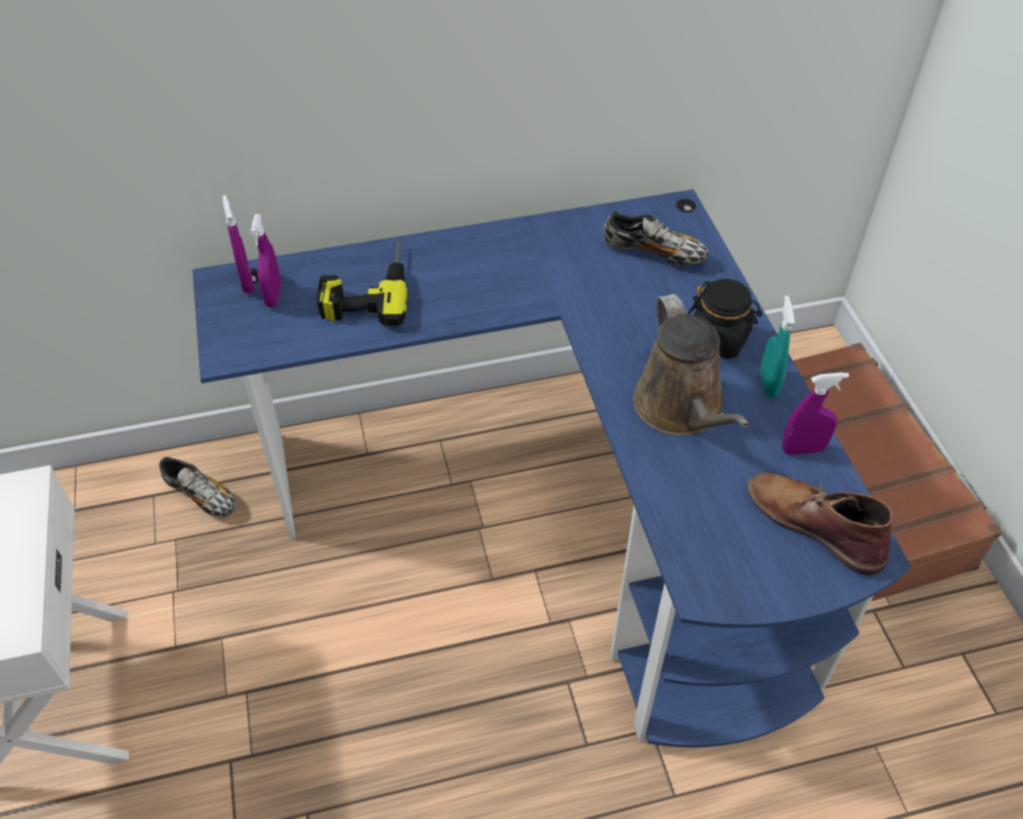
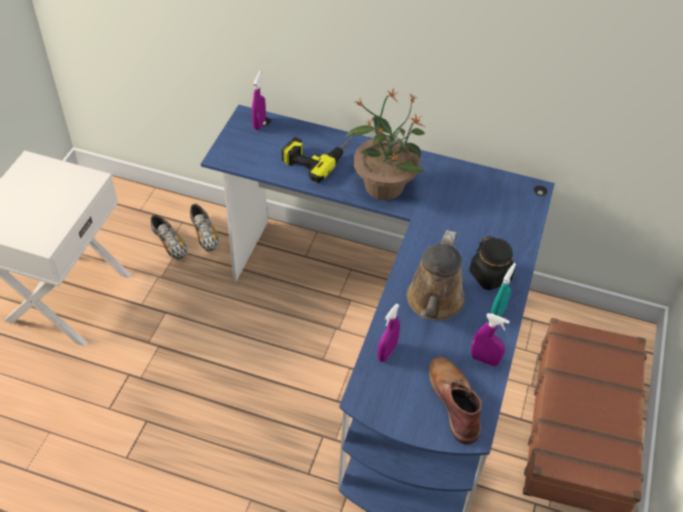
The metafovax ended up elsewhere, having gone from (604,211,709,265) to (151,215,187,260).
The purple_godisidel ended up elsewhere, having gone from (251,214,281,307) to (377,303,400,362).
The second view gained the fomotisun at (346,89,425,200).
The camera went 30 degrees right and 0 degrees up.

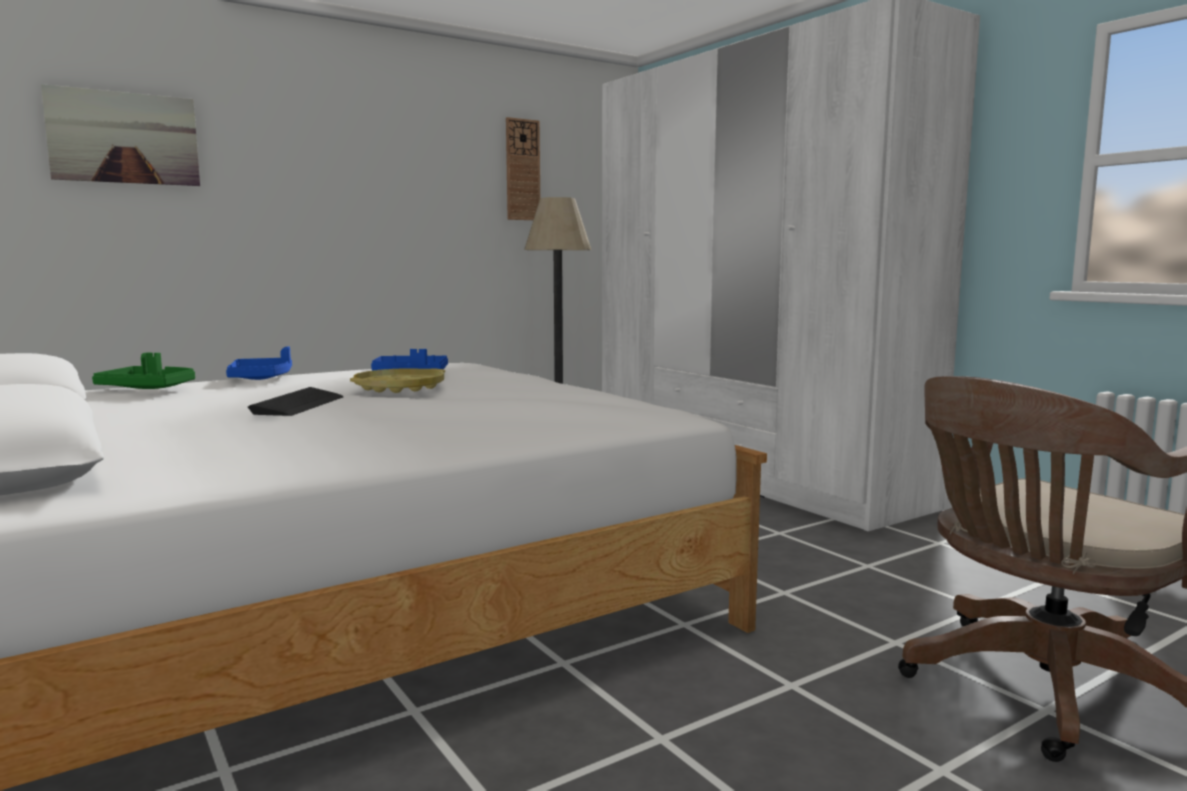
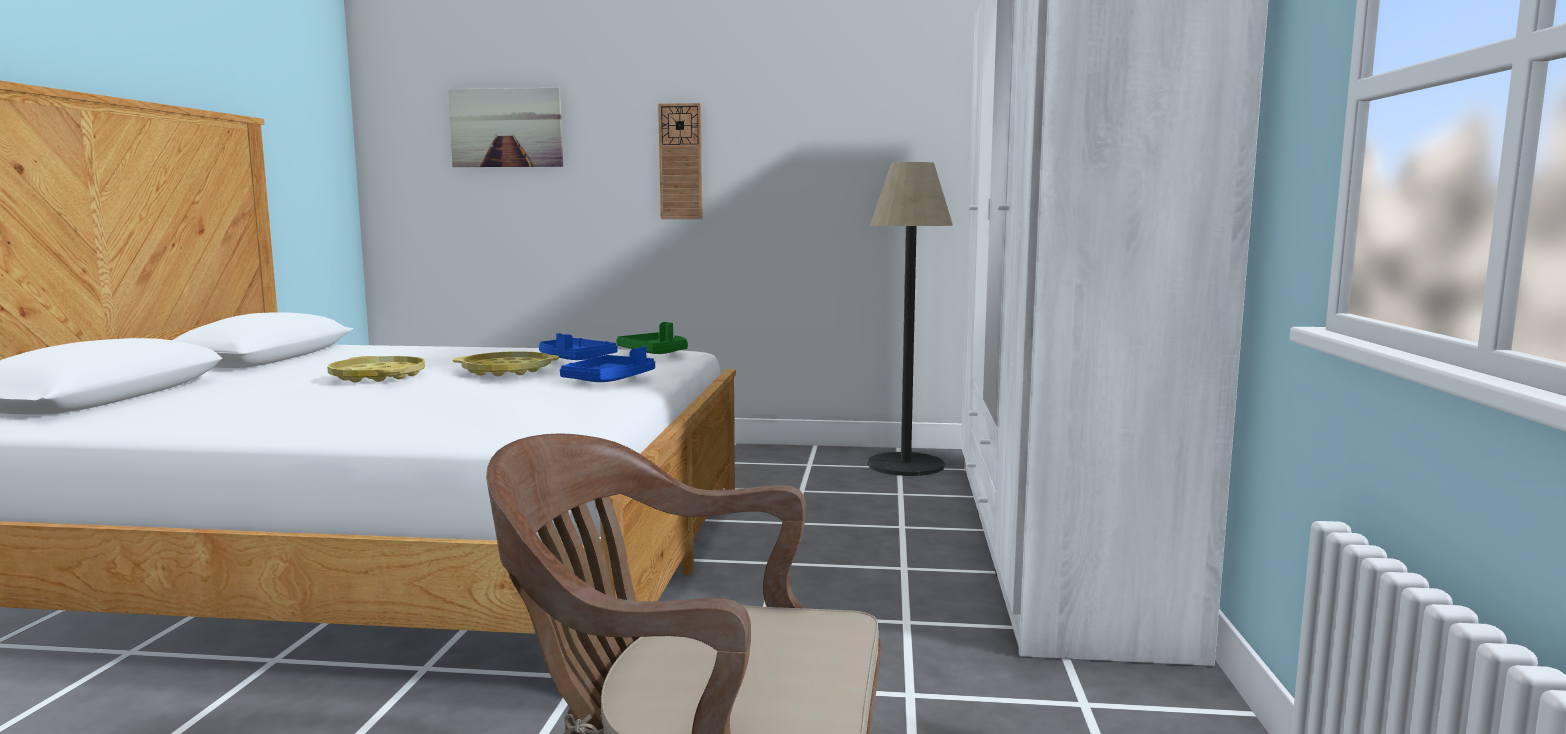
The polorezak ended up elsewhere, having gone from (506,117,540,220) to (658,103,703,219).
The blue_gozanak ended up elsewhere, having gone from (226,347,292,380) to (560,346,655,382).
The green_gozanak ended up elsewhere, having gone from (92,353,195,389) to (616,322,688,354).
Where the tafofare stood at (248,387,344,416), the yellow_gozanak came to stand at (327,356,425,383).
The camera went 40 degrees right and 0 degrees up.

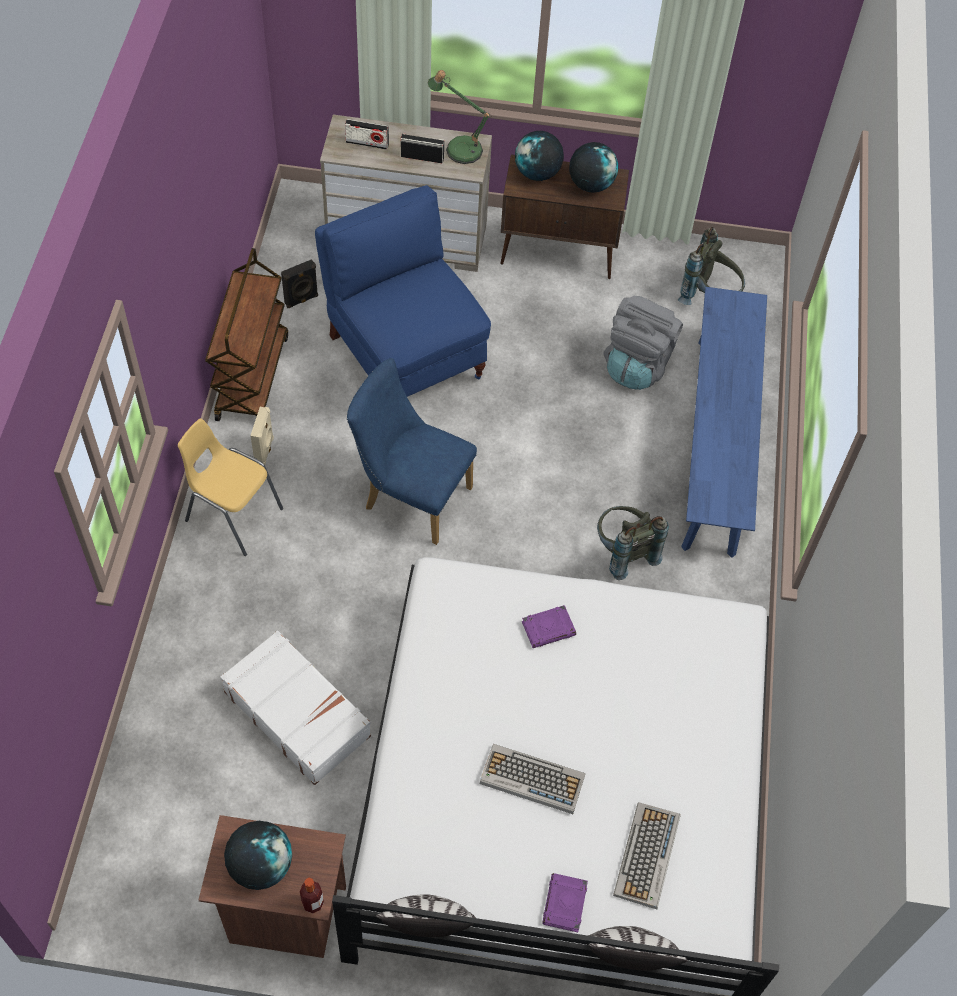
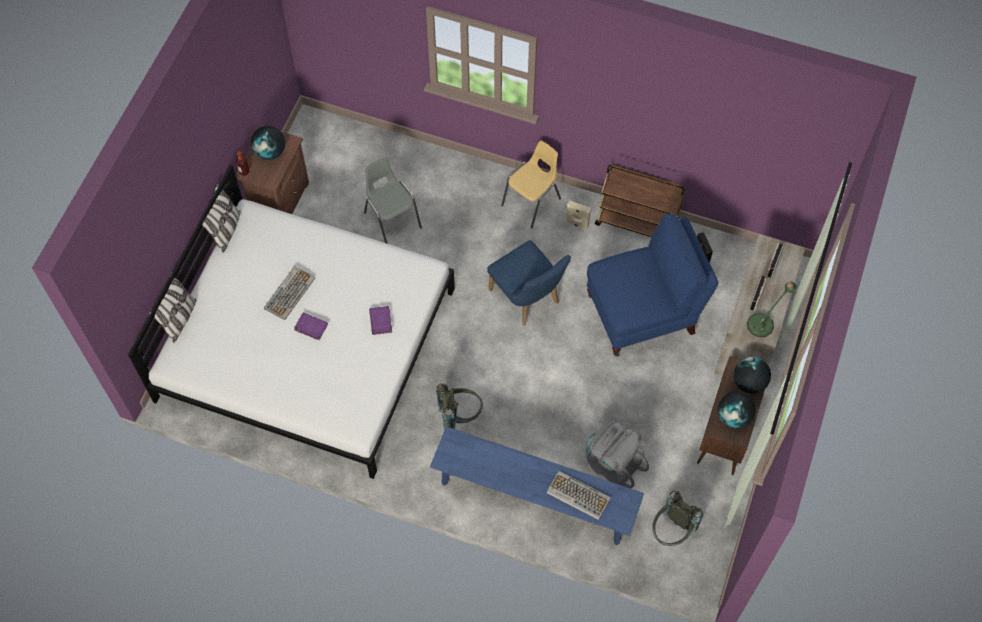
The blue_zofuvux at (347,358,477,545) ended up facing another way, 105 degrees clockwise from before.
Where the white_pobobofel stood at (220,630,371,785), the grey_zofuvux came to stand at (364,158,422,244).
The tafofare ended up elsewhere, having gone from (613,802,681,909) to (547,471,611,520).
The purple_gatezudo ended up elsewhere, having gone from (542,873,588,932) to (294,313,328,340).
The camera went 105 degrees right and 5 degrees up.

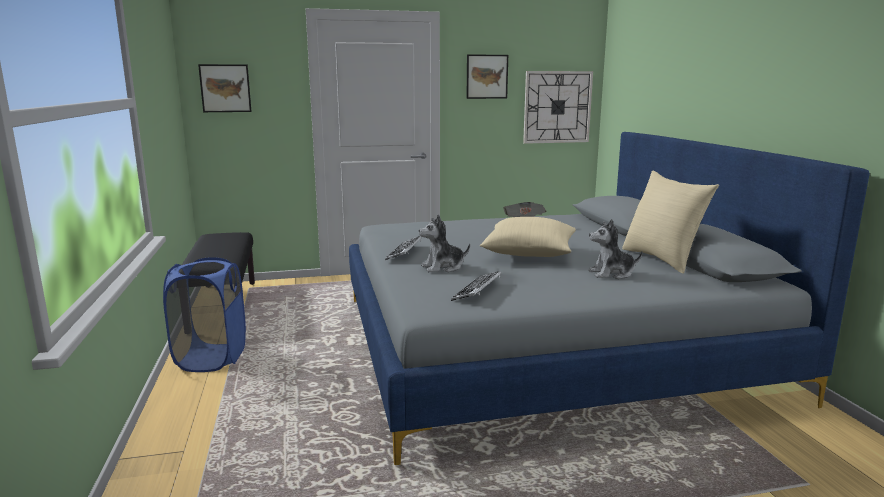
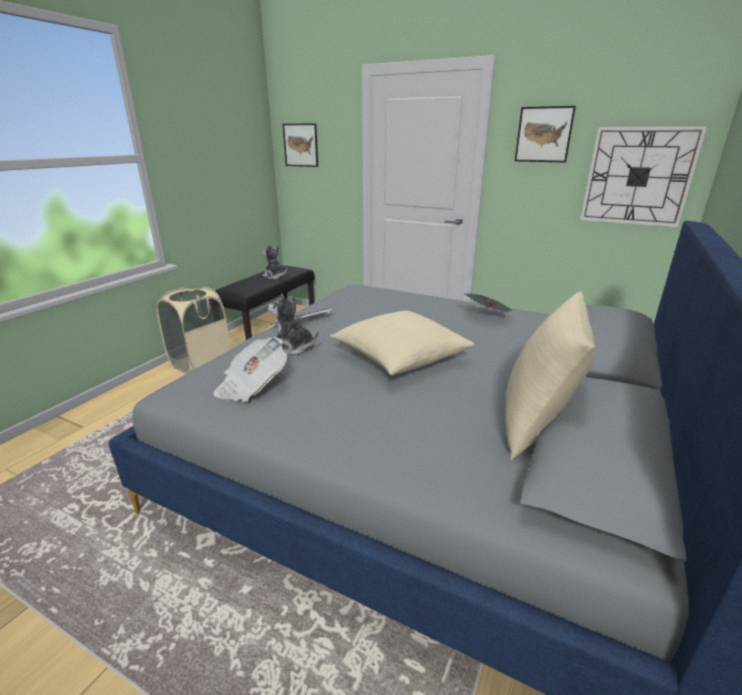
The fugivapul ended up elsewhere, having gone from (589,219,642,279) to (262,244,287,279).
What was the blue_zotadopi at (163,257,246,372) turned into the beige_zotadopi at (157,287,230,374).
Where the tafofare stood at (451,271,501,301), the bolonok came to stand at (214,337,287,402).
The camera went 40 degrees right and 10 degrees up.

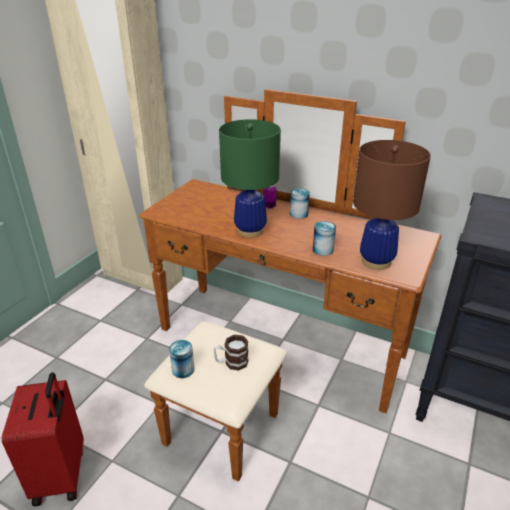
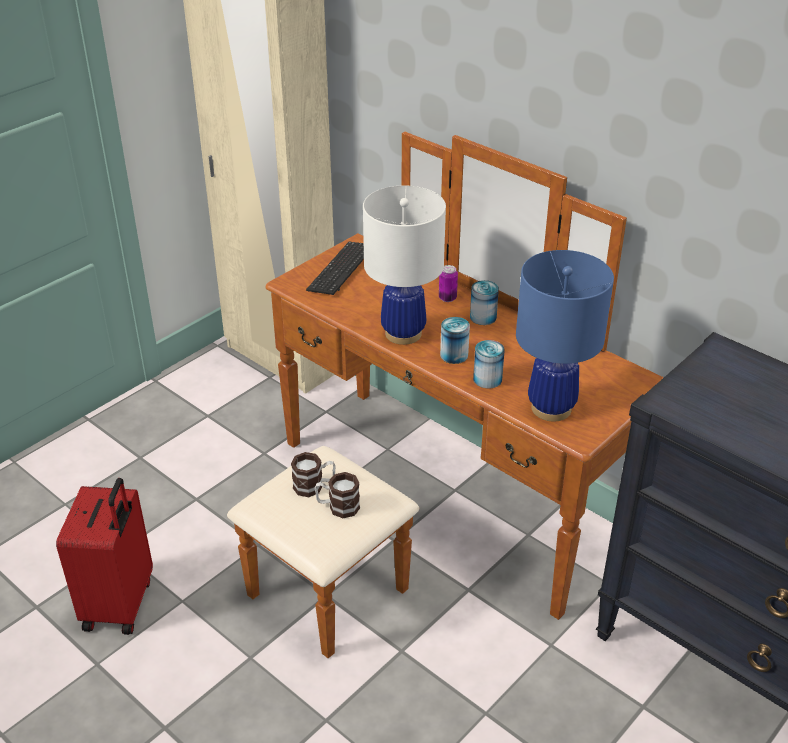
What was the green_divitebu at (219,119,281,238) turned into the white_divitebu at (363,185,446,345).
What was the brown_divitebu at (353,140,431,270) turned into the blue_divitebu at (516,250,614,421).
The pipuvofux ended up elsewhere, having gone from (169,340,195,378) to (440,317,470,364).
The second view gained the tafofare at (306,241,364,295).
The second view gained the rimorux at (291,452,336,497).
The camera went 15 degrees right and 5 degrees up.

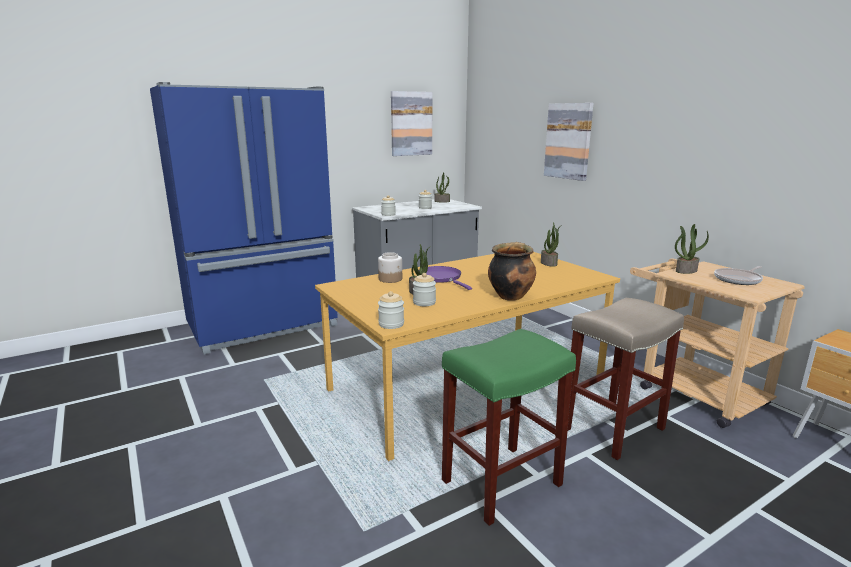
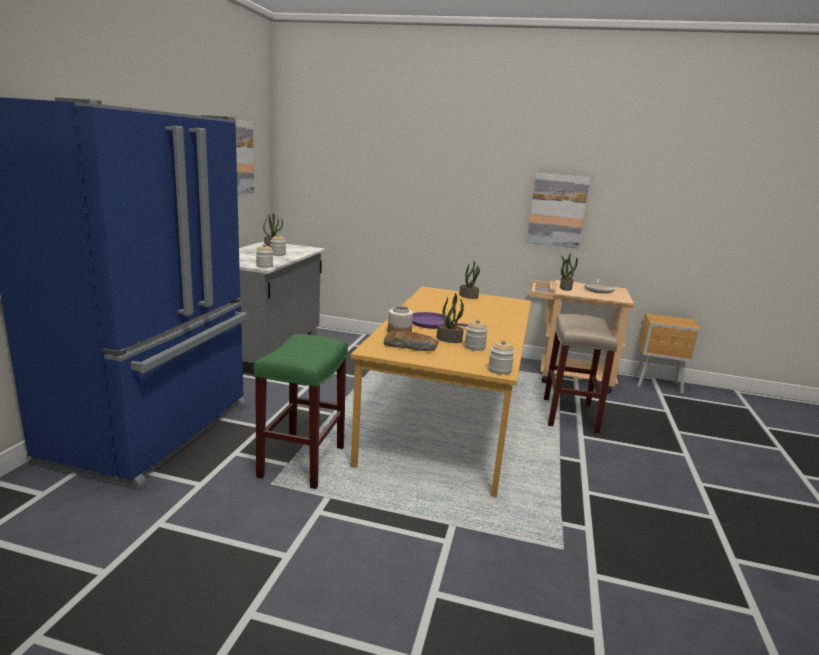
The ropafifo ended up elsewhere, having gone from (544,103,594,181) to (526,173,590,248).
The second view lost the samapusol at (488,242,536,300).
The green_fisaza ended up elsewhere, having gone from (442,329,576,526) to (253,334,348,489).
The second view gained the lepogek at (384,331,439,351).
The camera went 45 degrees left and 0 degrees up.

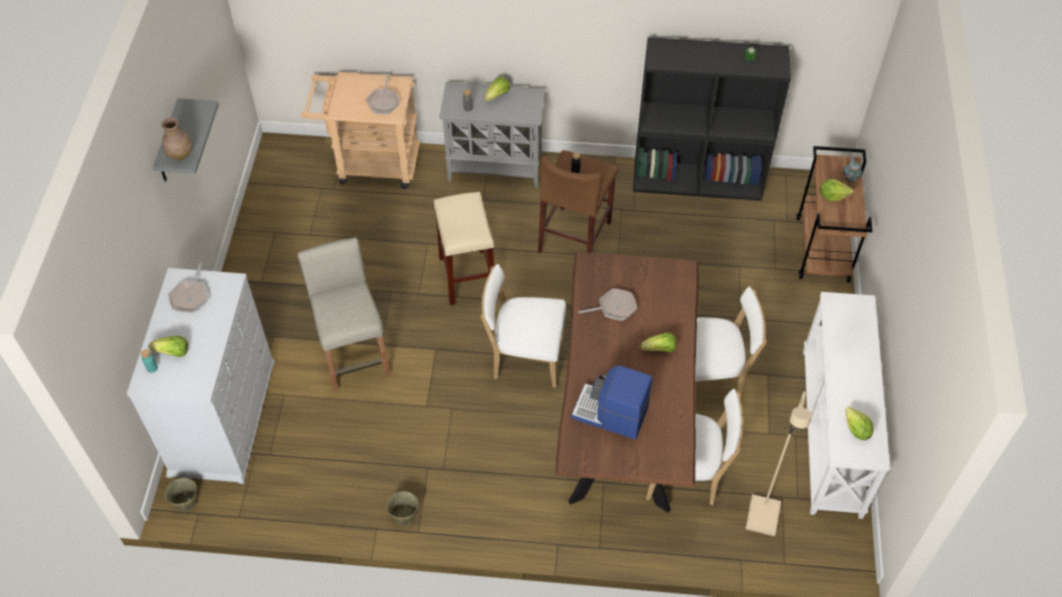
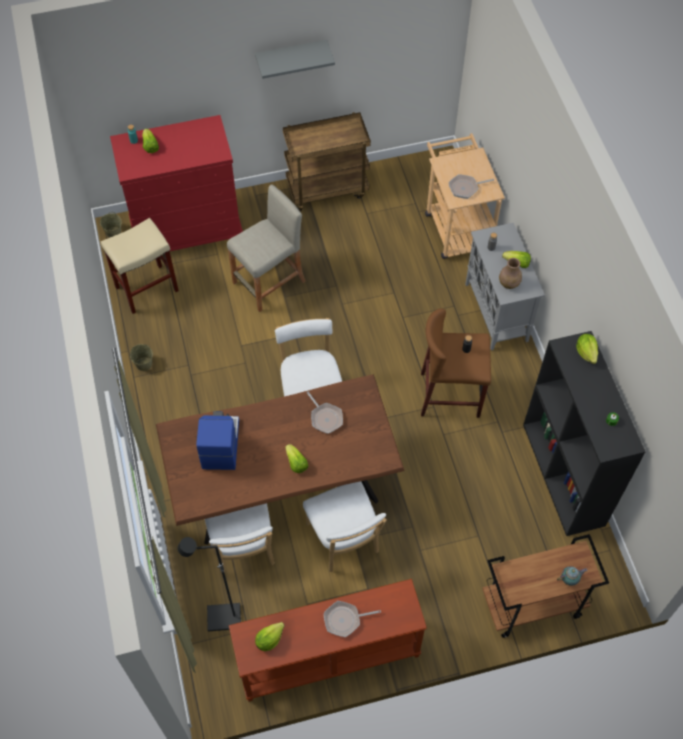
The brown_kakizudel ended up elsewhere, having gone from (161,117,192,160) to (499,258,522,289).
The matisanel ended up elsewhere, having gone from (820,179,854,201) to (576,334,598,364).
The beige_fisaza ended up elsewhere, having gone from (433,192,494,305) to (101,218,179,314).
The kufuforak ended up elsewhere, having gone from (168,262,208,313) to (324,601,381,637).
What was the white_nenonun at (127,268,275,484) turned into the red_nenonun at (110,115,243,251).
What was the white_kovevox at (803,292,890,519) turned into the brown_kovevox at (229,579,427,702).
What was the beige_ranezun at (746,391,812,536) turned into the black_ranezun at (178,537,241,631).
The second view gained the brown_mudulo at (283,112,371,211).
The camera went 70 degrees right and 5 degrees up.

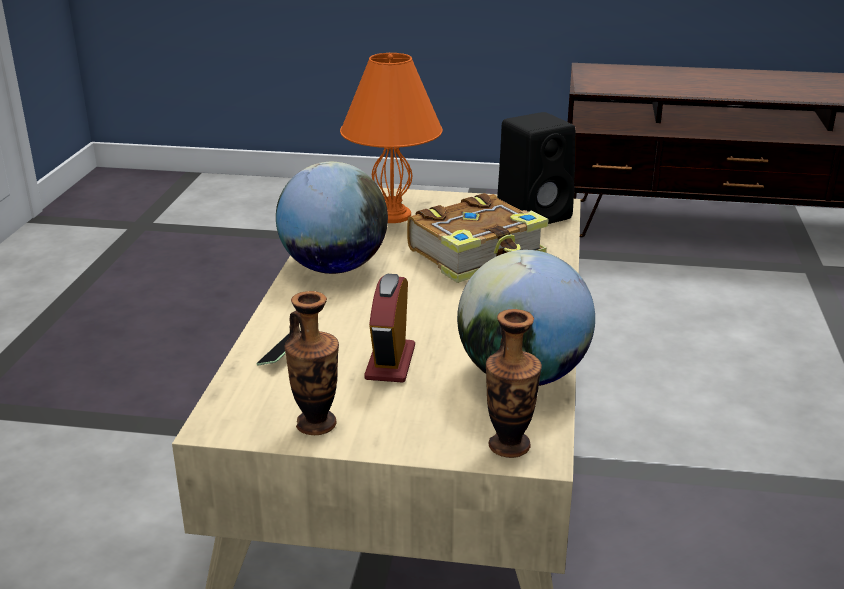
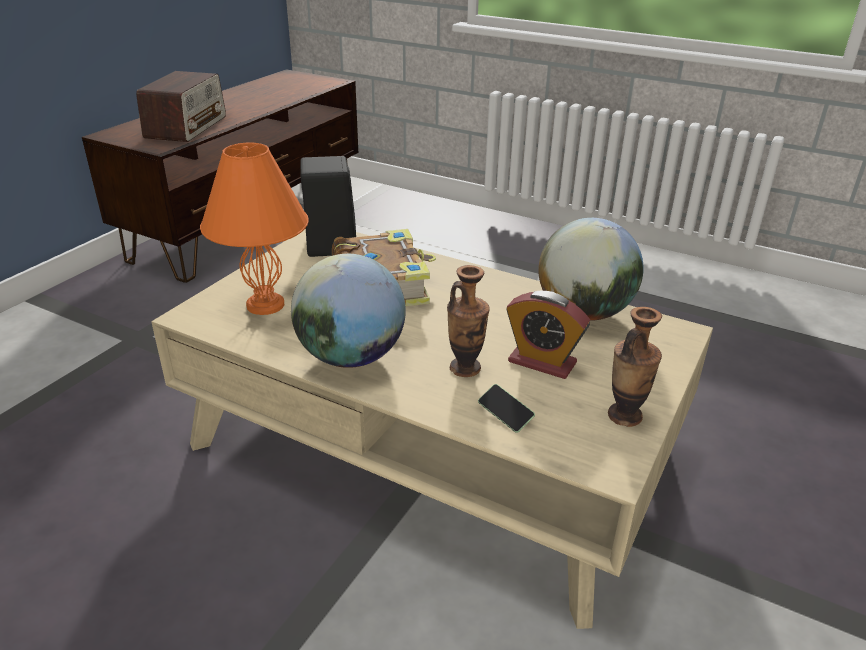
The kakizudel ended up elsewhere, having gone from (486,309,542,458) to (447,265,490,377).
The second view gained the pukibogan at (136,71,226,142).
The camera went 70 degrees left and 5 degrees up.

